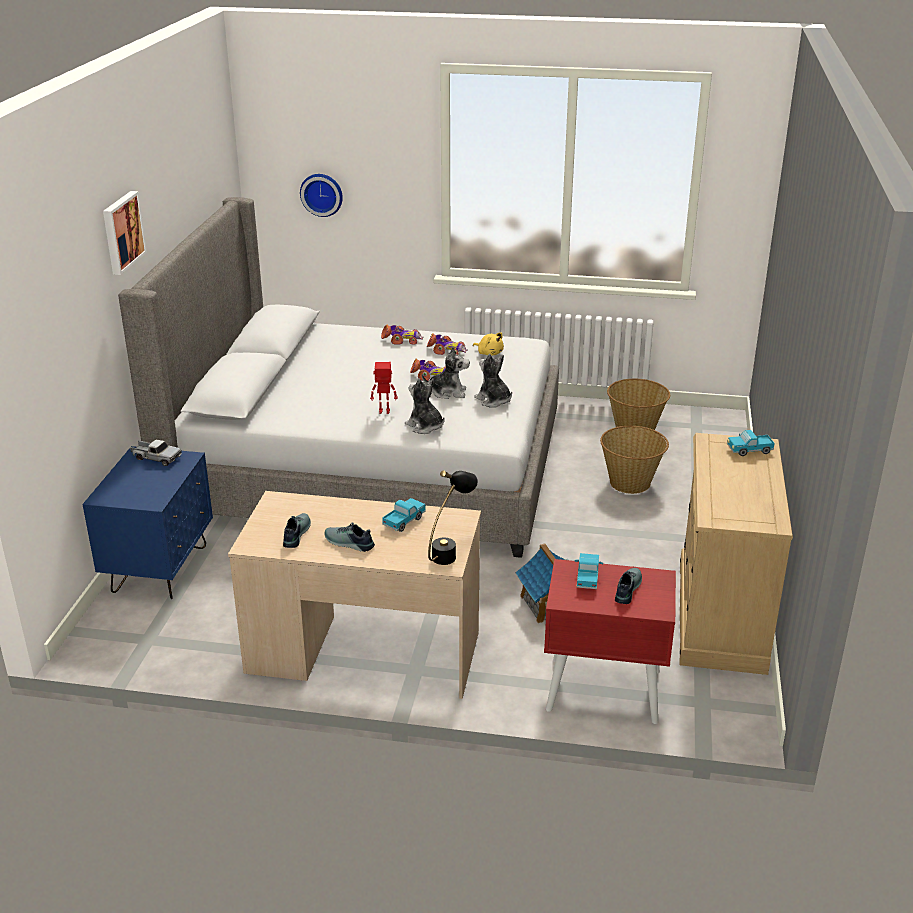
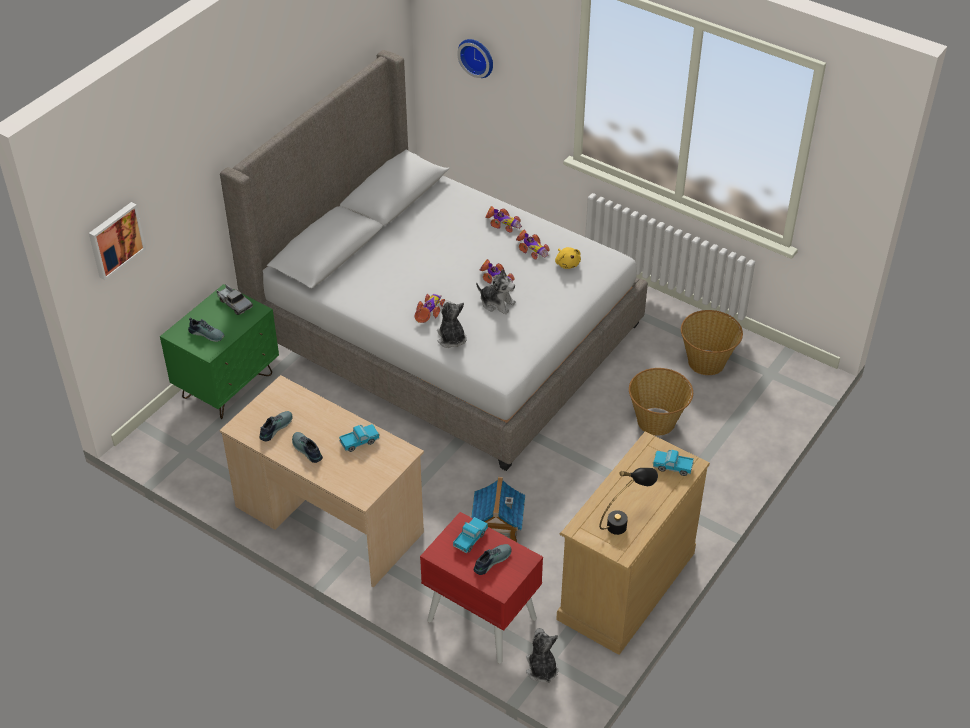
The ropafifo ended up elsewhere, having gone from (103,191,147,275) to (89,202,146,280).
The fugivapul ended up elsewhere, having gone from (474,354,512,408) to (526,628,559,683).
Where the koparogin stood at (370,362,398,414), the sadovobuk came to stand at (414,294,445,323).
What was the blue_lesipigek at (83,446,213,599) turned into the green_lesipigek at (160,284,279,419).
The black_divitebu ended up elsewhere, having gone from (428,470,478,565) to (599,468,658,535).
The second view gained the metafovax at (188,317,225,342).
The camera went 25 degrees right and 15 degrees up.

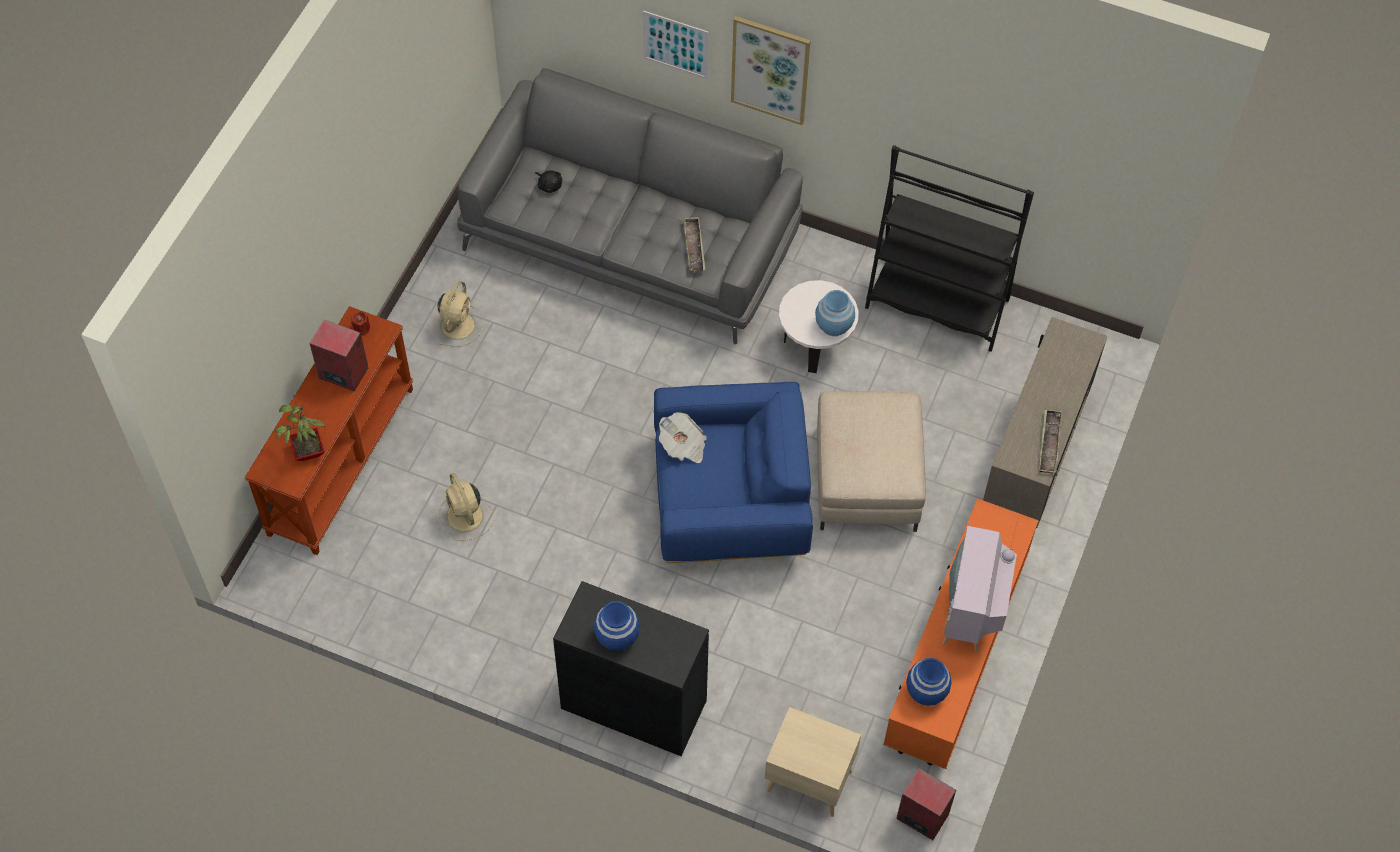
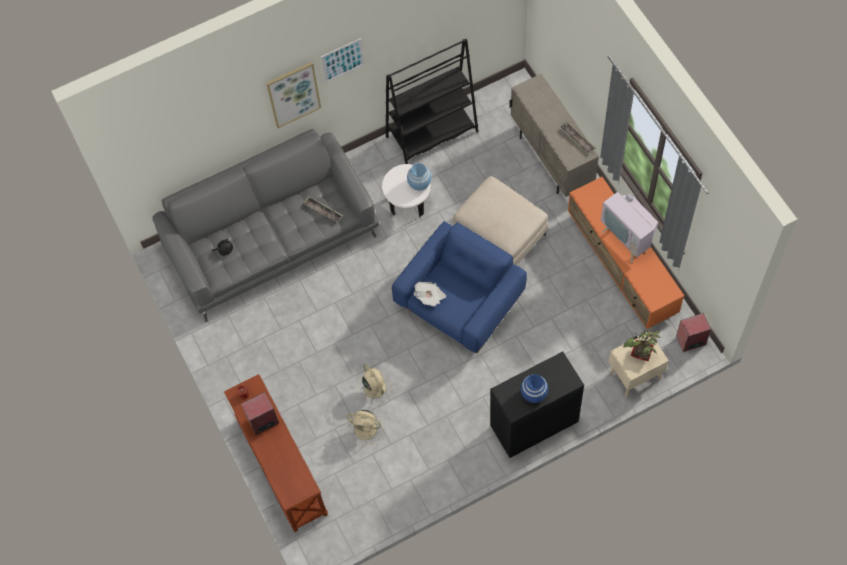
The ropafifo ended up elsewhere, having gone from (643,10,709,79) to (321,38,365,83).
The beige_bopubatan ended up elsewhere, having gone from (434,281,484,347) to (357,364,392,405).
The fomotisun ended up elsewhere, having gone from (275,395,326,461) to (623,331,661,361).
The second view lost the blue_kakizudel at (906,658,952,706).
The camera went 45 degrees left and 5 degrees up.

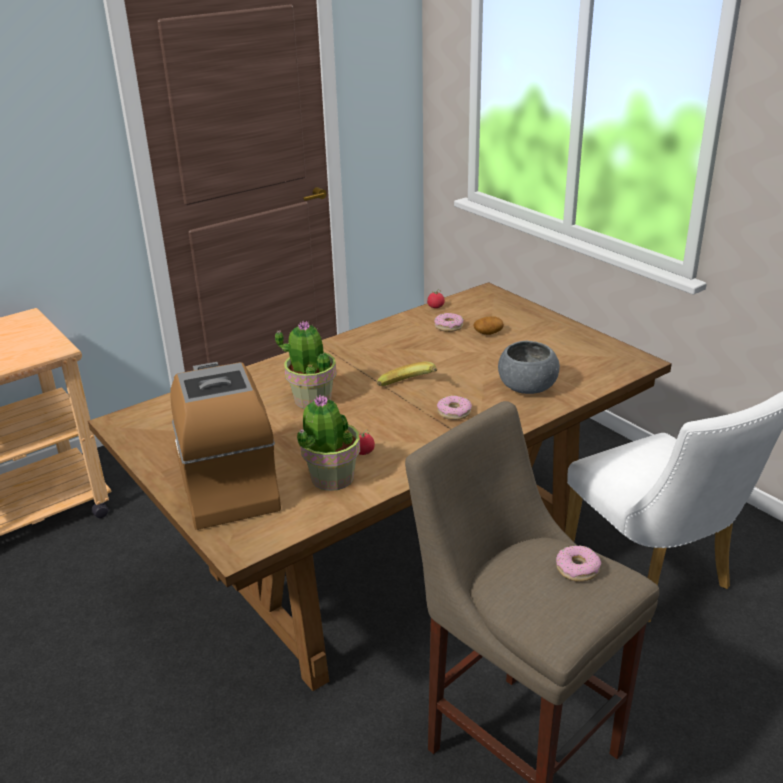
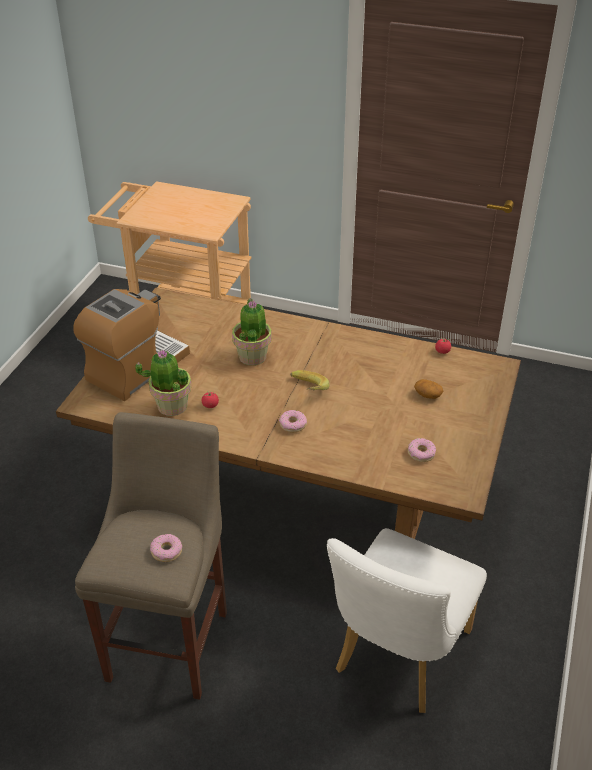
The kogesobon ended up elsewhere, having gone from (434,313,463,332) to (408,438,436,462).
The second view lost the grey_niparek at (498,341,560,394).
The camera went 55 degrees right and 10 degrees up.

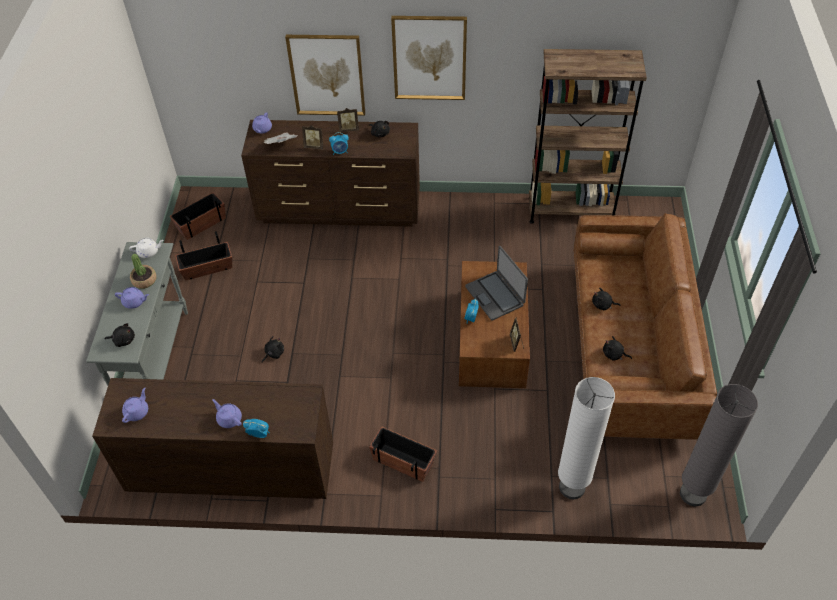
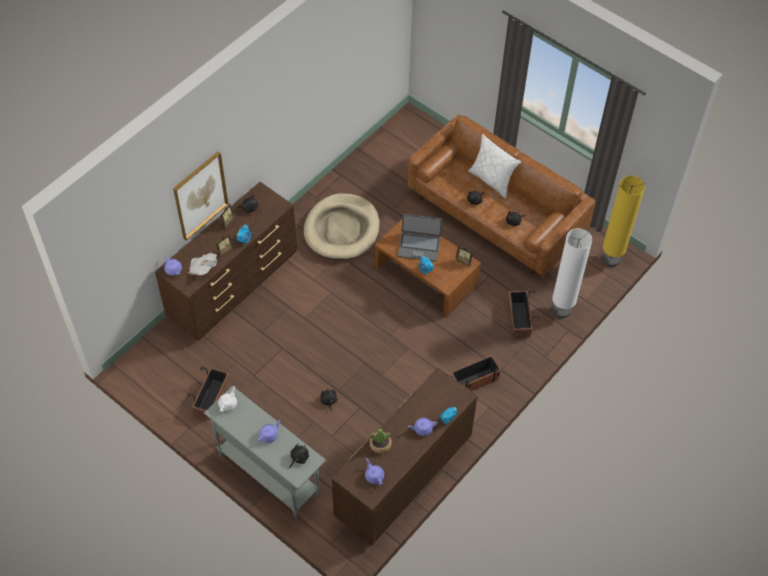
The second view lost the ropafifo at (391,16,467,100).
The second view lost the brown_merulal at (529,49,647,224).
The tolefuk ended up elsewhere, having gone from (170,193,226,240) to (509,291,539,337).
The fomotisun ended up elsewhere, having gone from (130,254,157,289) to (370,429,392,453).
What was the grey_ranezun at (680,384,758,506) turned into the yellow_ranezun at (602,176,645,267).
The second view gained the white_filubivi at (468,134,521,198).
The second view gained the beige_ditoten at (304,193,380,260).
The camera went 55 degrees left and 5 degrees up.

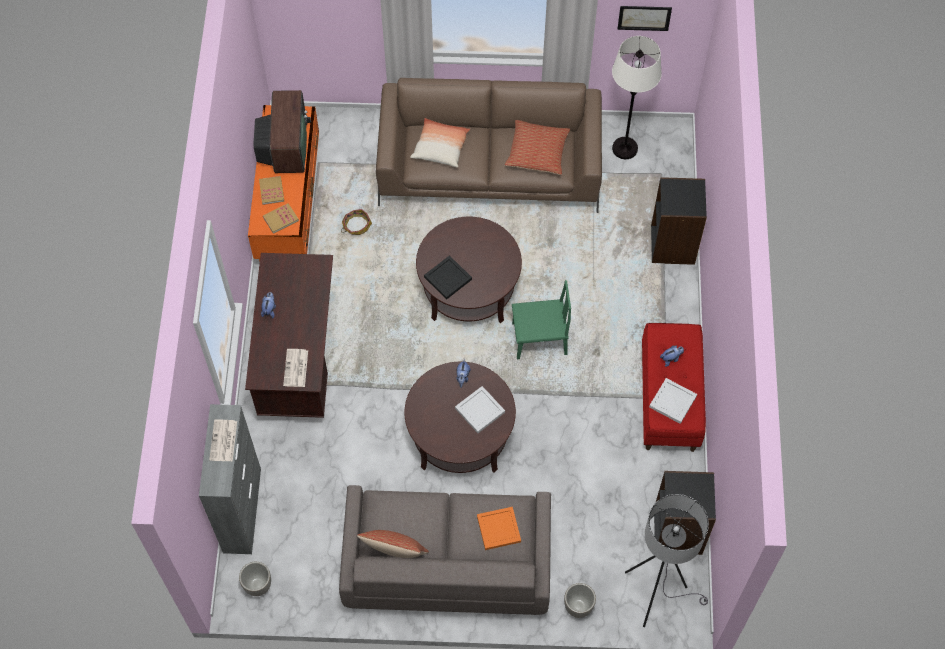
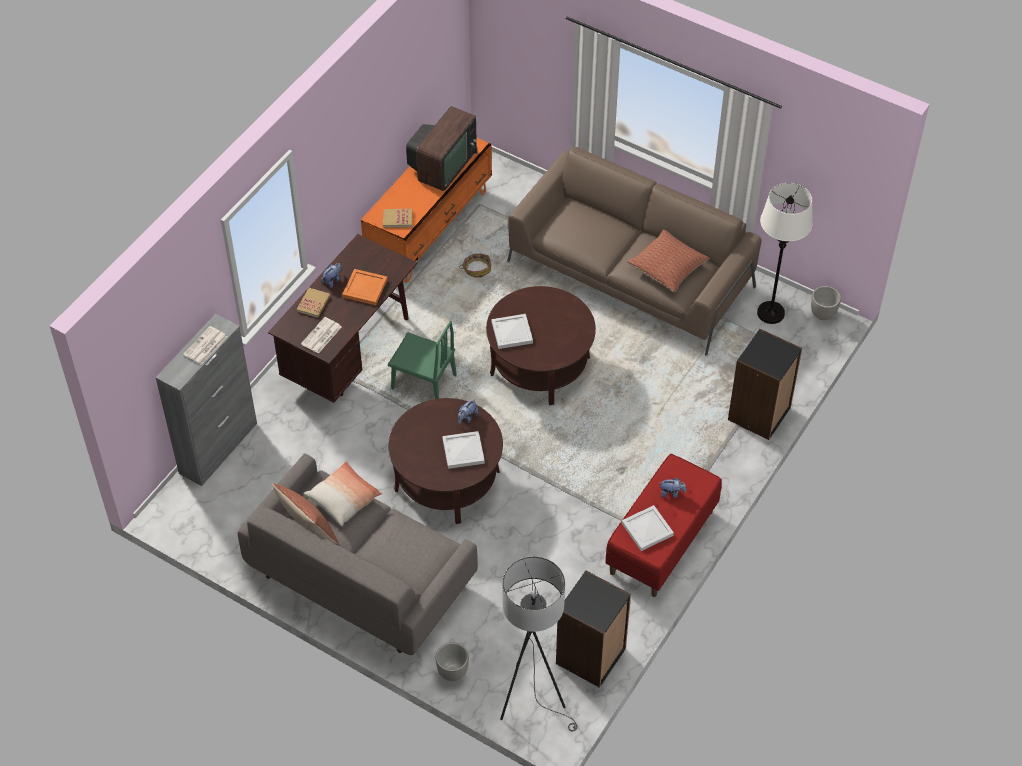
The second view lost the ropafifo at (617,6,672,31).
The filubivi ended up elsewhere, having gone from (410,118,470,168) to (304,461,382,526).
The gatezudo ended up elsewhere, having gone from (259,176,284,205) to (296,288,330,318).
What was the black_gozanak at (424,255,472,300) turned into the white_gozanak at (492,314,533,349).
The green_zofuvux ended up elsewhere, having gone from (512,280,571,359) to (388,321,457,399).
The orange_gozanak ended up elsewhere, having gone from (477,507,521,550) to (342,269,388,305).
The tolefuk ended up elsewhere, having gone from (239,562,271,596) to (811,286,841,320).
The camera went 30 degrees right and 10 degrees down.

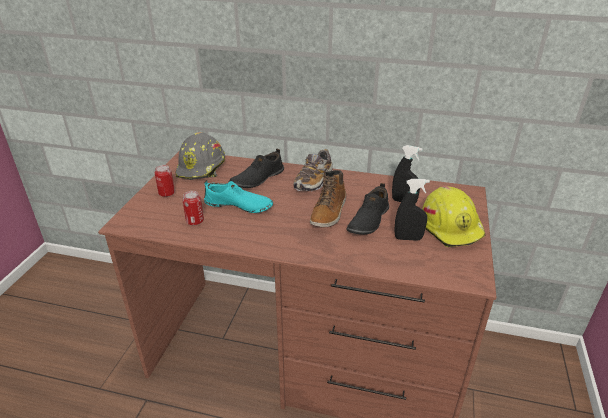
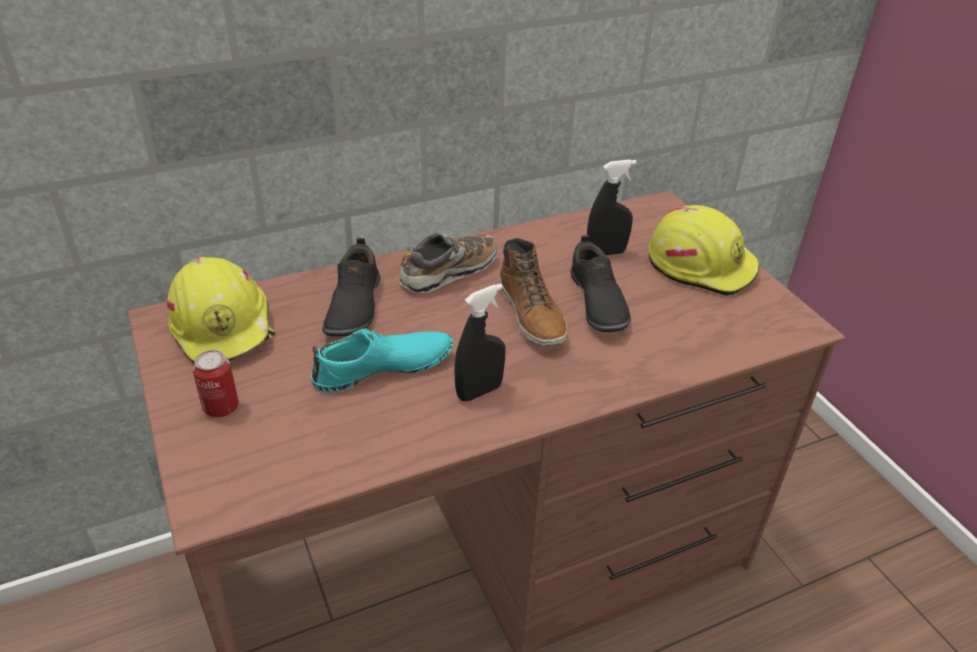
What was the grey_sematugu at (176,132,225,180) turned into the yellow_sematugu at (167,257,276,364).
The metafovax at (293,149,333,191) ended up facing another way, 120 degrees counterclockwise from before.
The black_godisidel ended up elsewhere, having gone from (395,179,430,241) to (454,283,505,401).
The second view lost the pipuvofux at (182,191,204,225).
The camera went 40 degrees left and 5 degrees up.

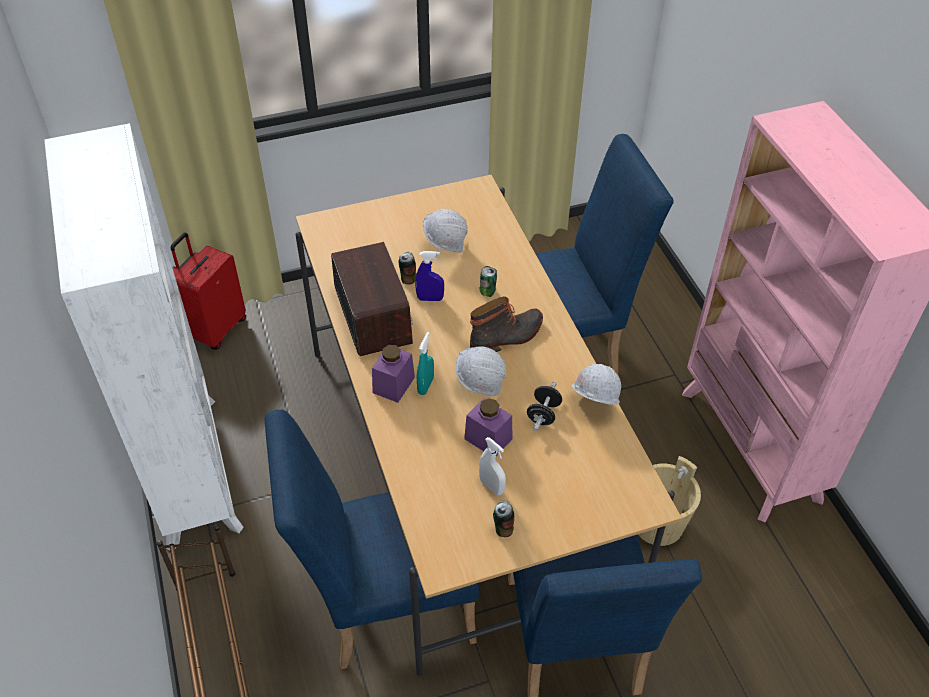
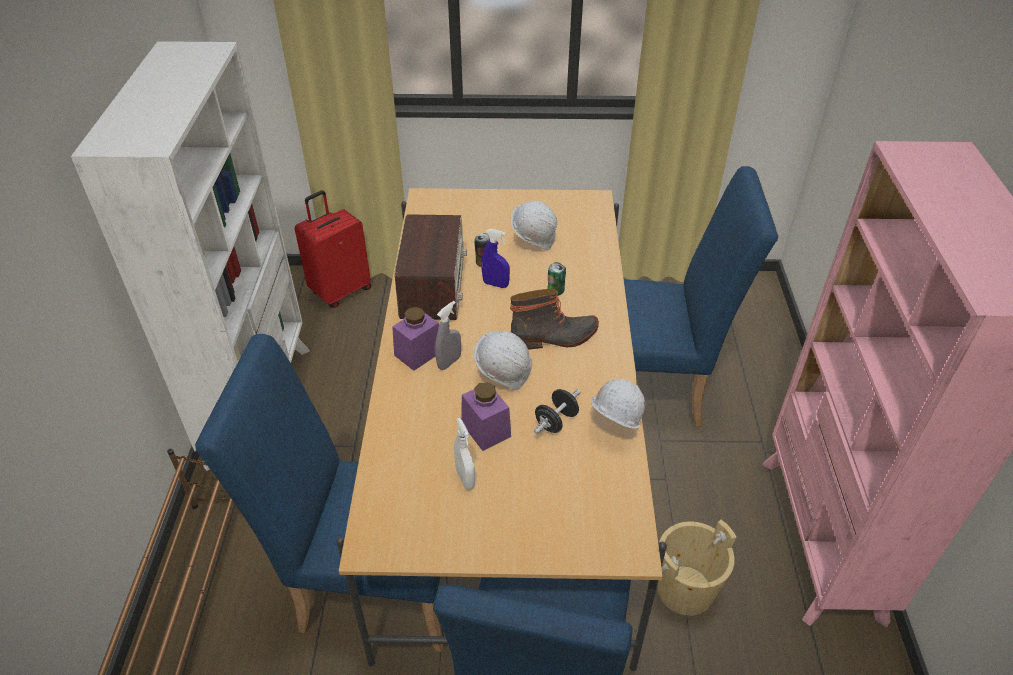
What was the turquoise_godisidel at (417,332,434,395) turned into the grey_godisidel at (435,301,461,370).
The second view lost the pipuvofux at (493,500,514,537).
The camera went 20 degrees right and 5 degrees down.

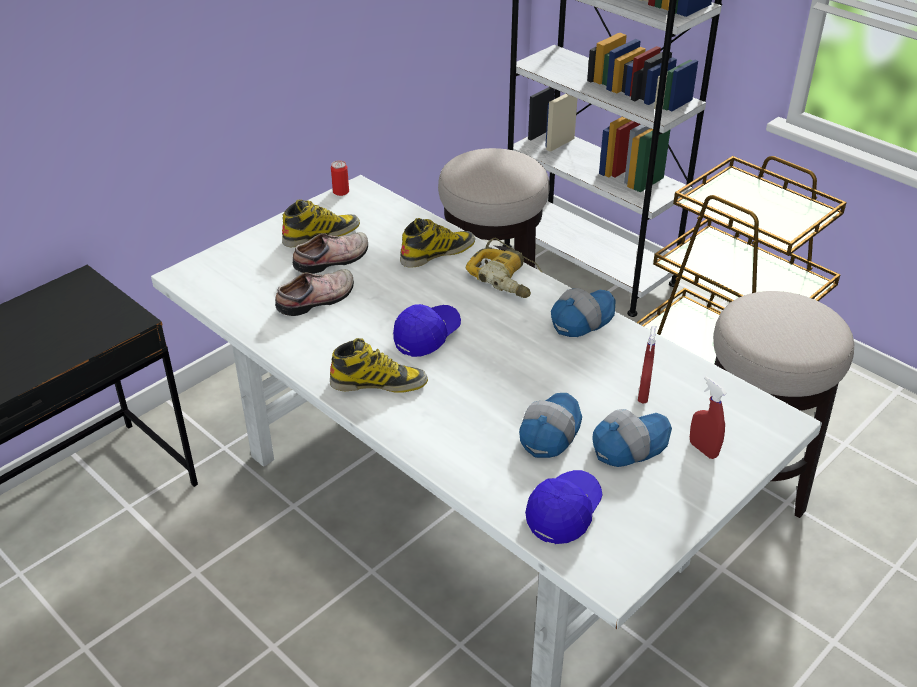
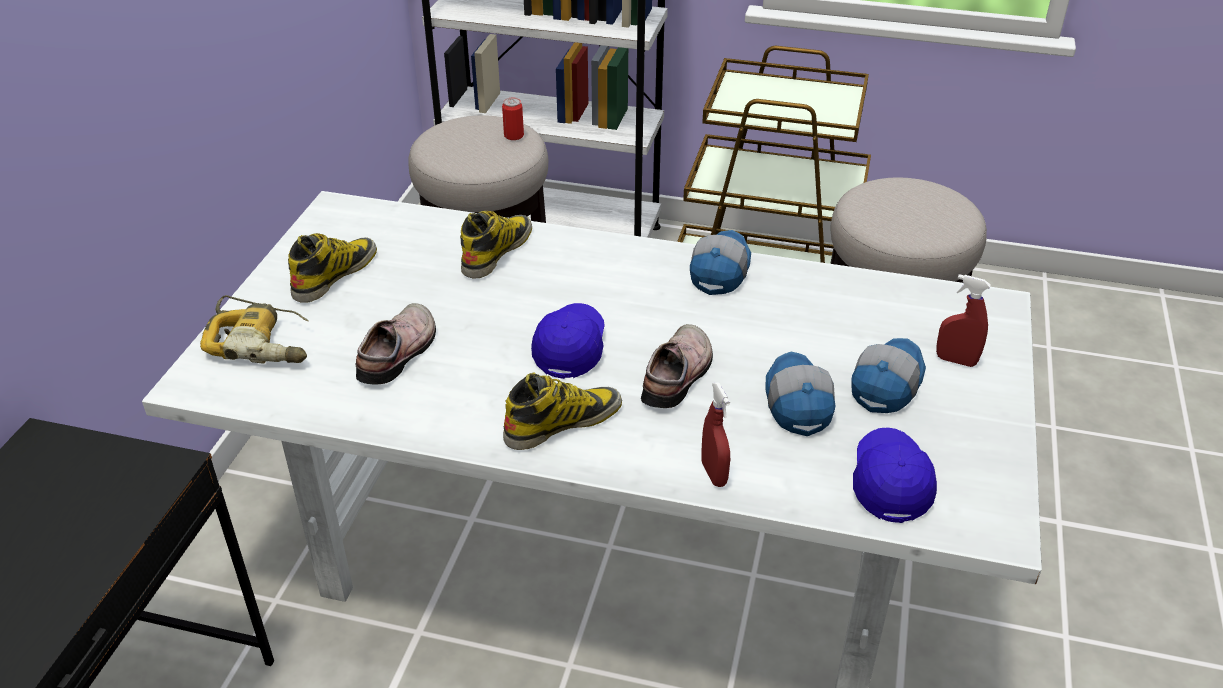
The pipuvofux ended up elsewhere, having gone from (331,161,349,196) to (502,97,524,140).
The metafovax ended up elsewhere, having gone from (293,232,368,274) to (641,324,713,408).
The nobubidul ended up elsewhere, having gone from (466,238,542,298) to (200,295,309,364).
The red_godisidel ended up elsewhere, having gone from (638,326,656,403) to (701,382,730,487).
The camera went 30 degrees left and 0 degrees up.

